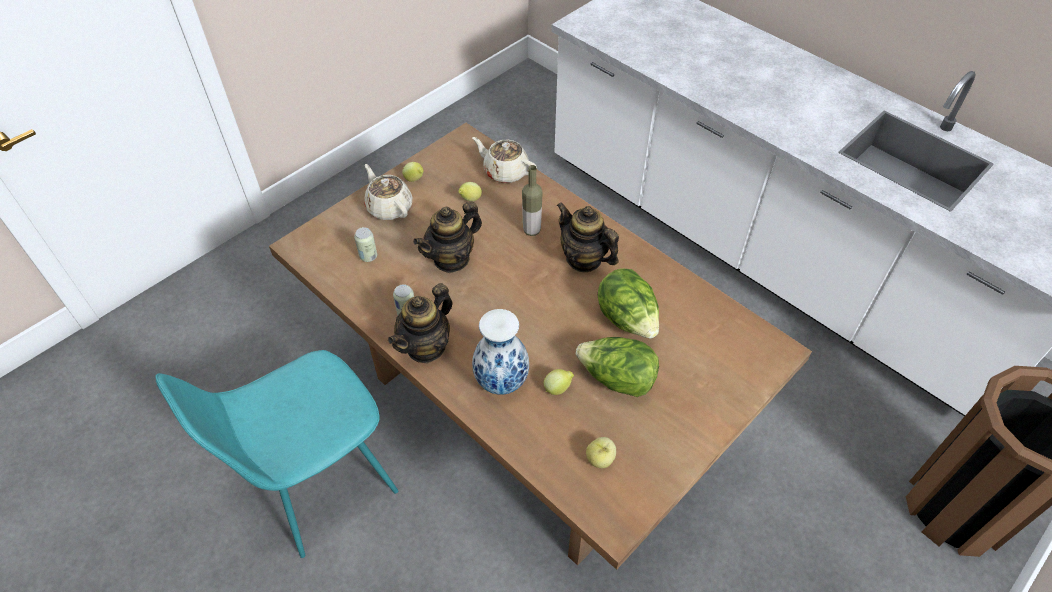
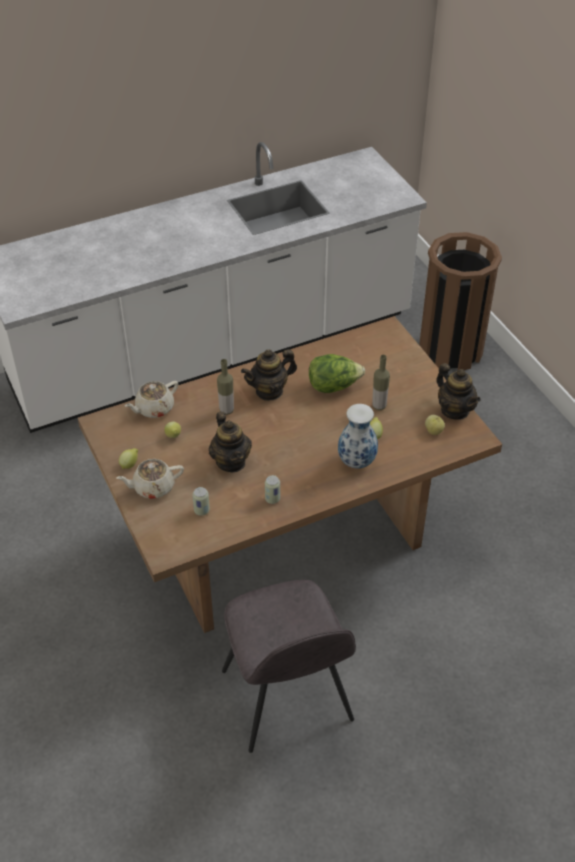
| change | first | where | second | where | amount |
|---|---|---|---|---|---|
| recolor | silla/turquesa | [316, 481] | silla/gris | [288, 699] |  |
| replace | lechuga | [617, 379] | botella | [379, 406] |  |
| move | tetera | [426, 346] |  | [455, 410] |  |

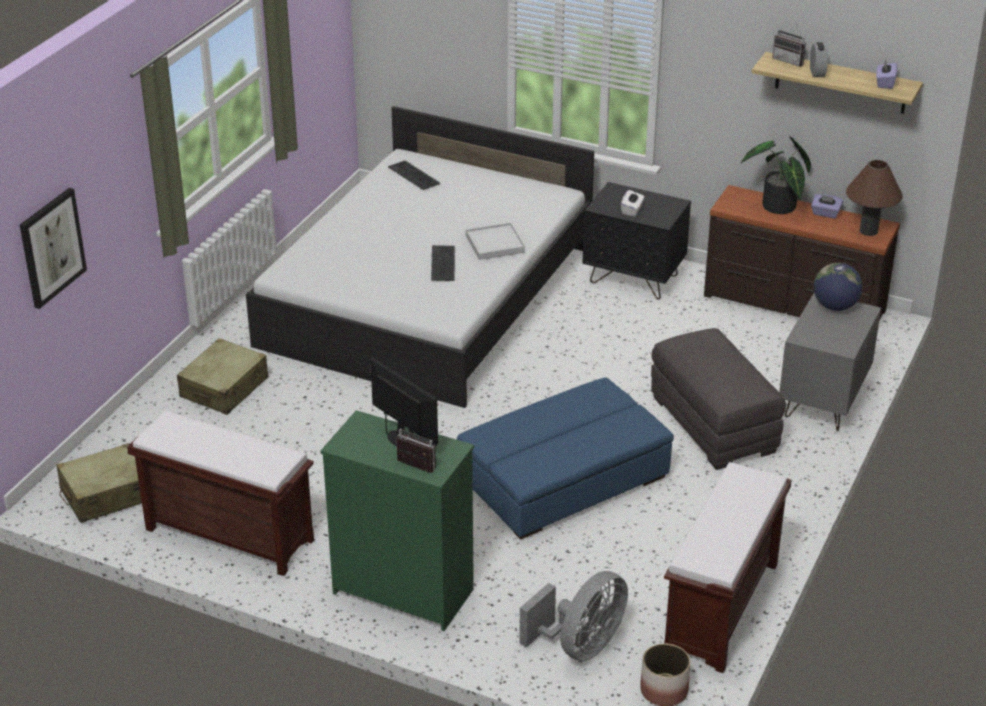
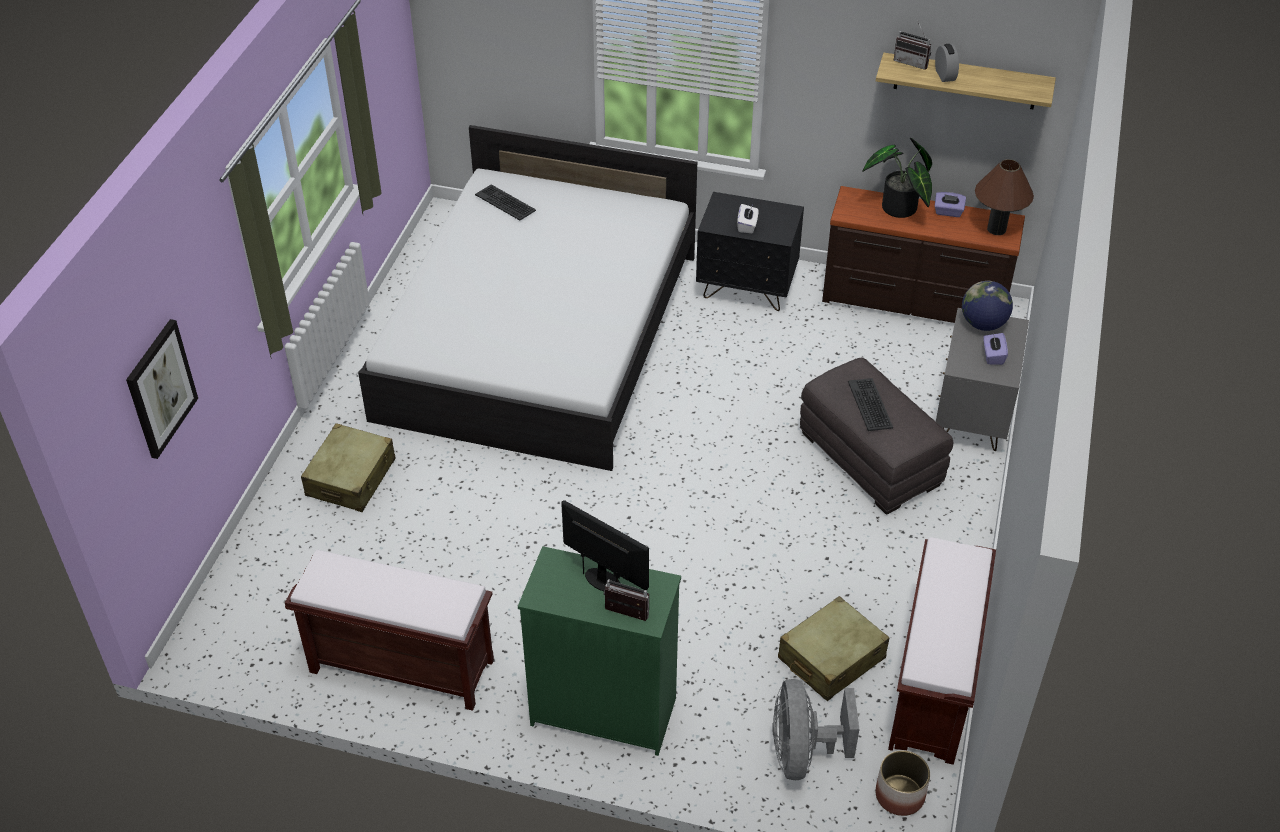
| change | first | where | second | where | amount |
|---|---|---|---|---|---|
| rotate | ventilador/gris | [580, 646] |  | [803, 753] | 150 degrees clockwise |
| move | maleta/beis | [106, 495] |  | [831, 658] |  |
| move | teclado | [443, 263] |  | [870, 405] |  |
| move | caja de pañuelos/morado | [884, 83] |  | [993, 356] |  |
| delete | puf/azul | [564, 480] |  |  |  |
| delete | bandeja/blanco | [495, 244] |  |  |  |

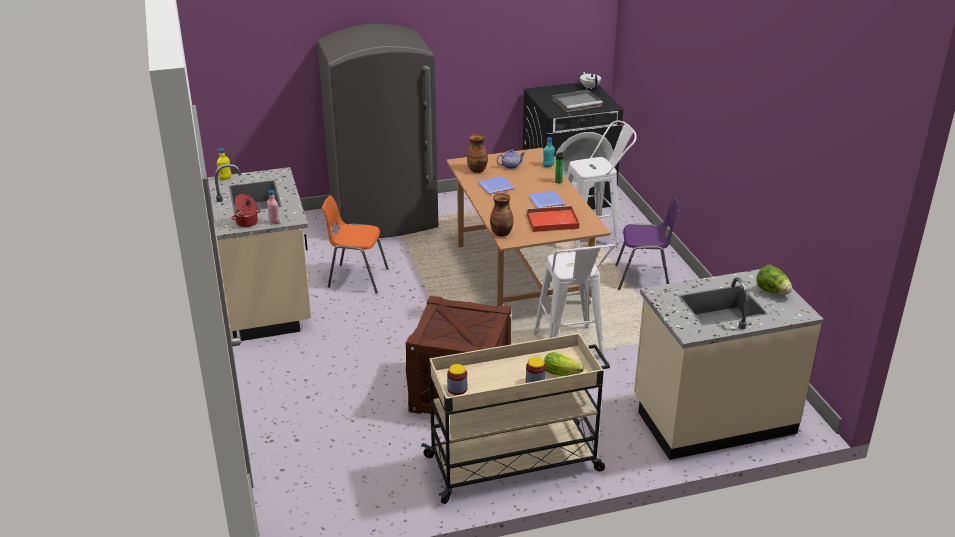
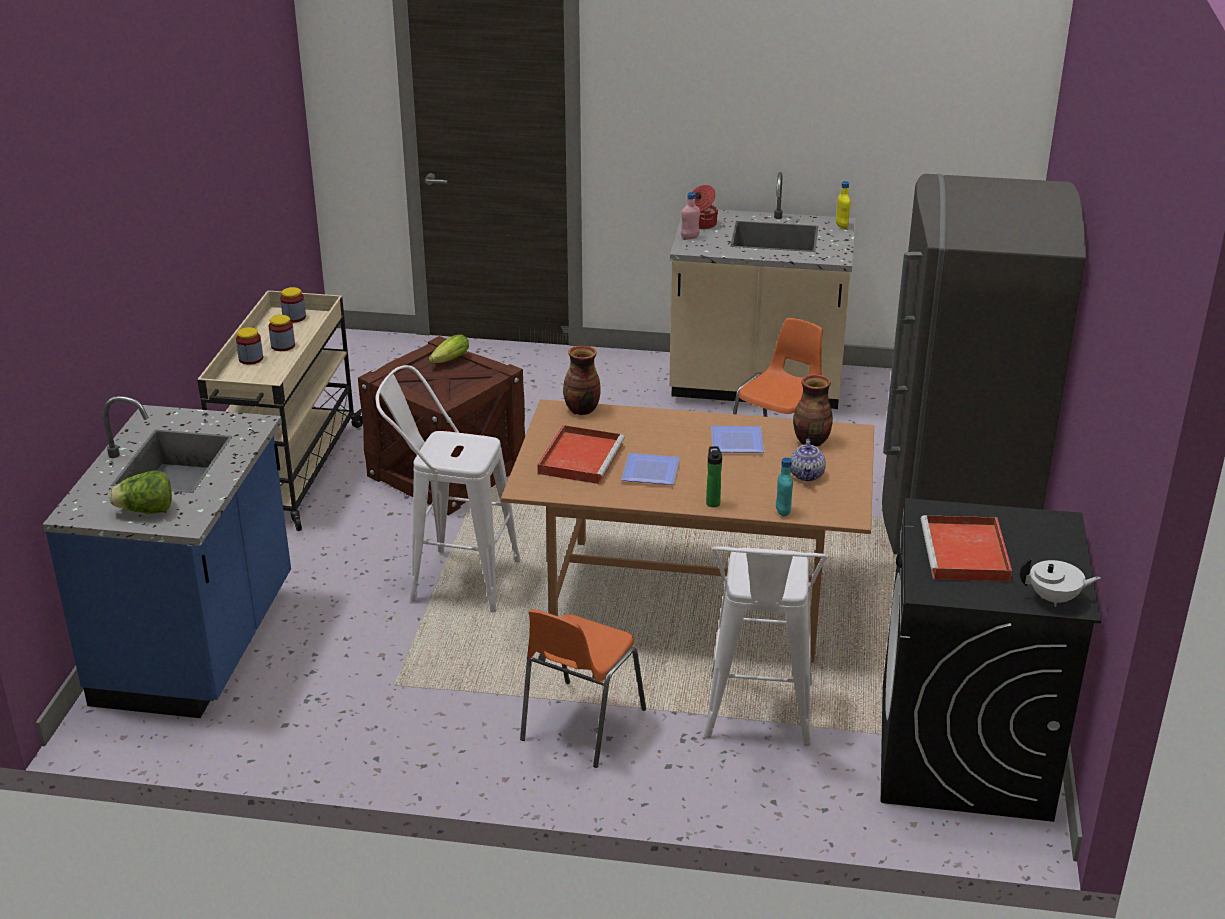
| change | first | where | second | where | amount |
|---|---|---|---|---|---|
| recolor | mueble bajo de cocina/beis | [712, 417] | mueble bajo de cocina/azul | [199, 645] |  |
| insert |  |  | tarro | [283, 346] |  |
| move | lechuga | [563, 373] |  | [448, 361] |  |
| recolor | silla/morado | [643, 278] | silla/naranja | [580, 726] |  |
| recolor | bandeja/gris | [577, 103] | bandeja/rojo | [966, 554] |  |

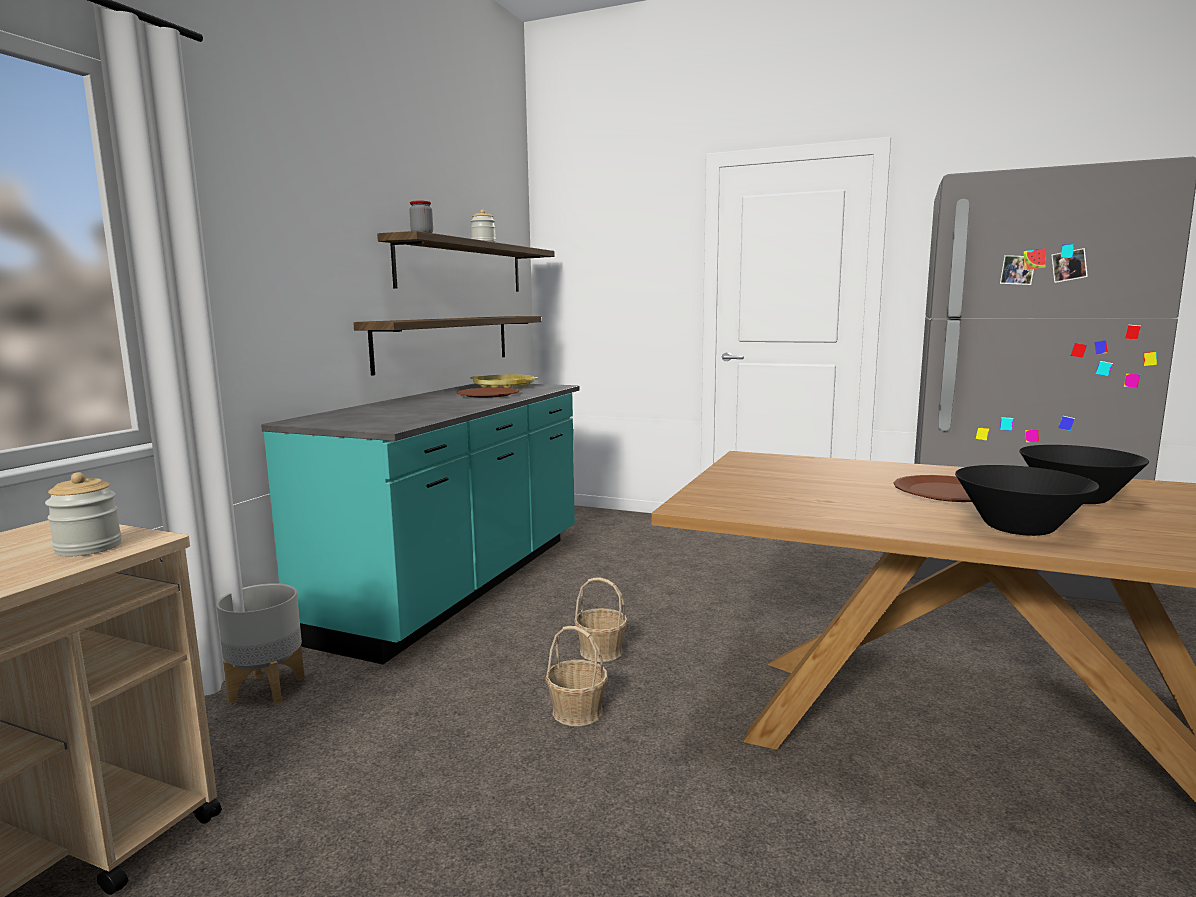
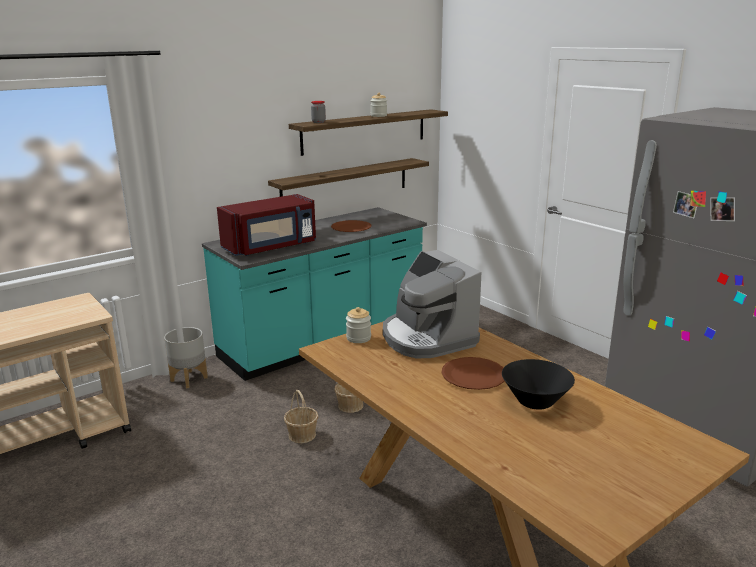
| change | first | where | second | where | amount |
|---|---|---|---|---|---|
| insert |  |  | microondas/rojo | [271, 247] |  |
| move | tarro | [88, 548] |  | [358, 338] |  |
| insert |  |  | cafetera | [427, 338] |  |
| delete | bandeja/amarillo | [504, 386] |  |  |  |
| delete | cuenco/negro | [1018, 528] |  |  |  |

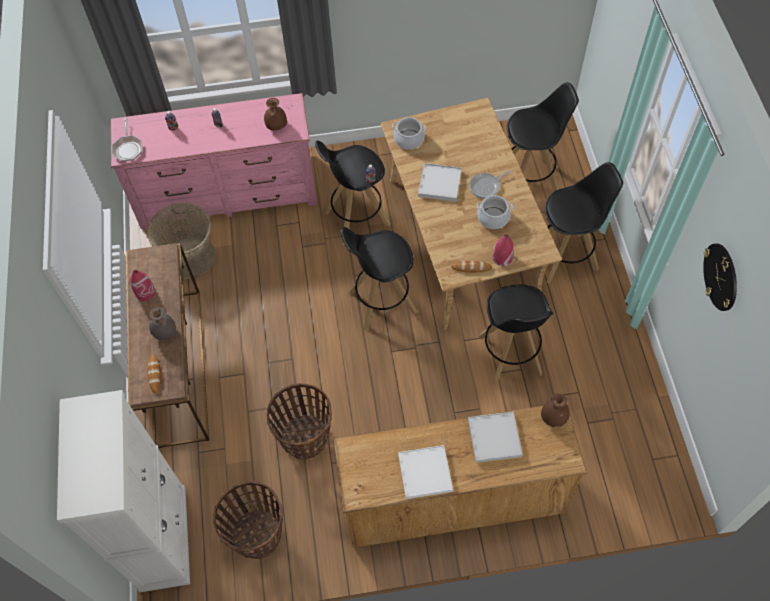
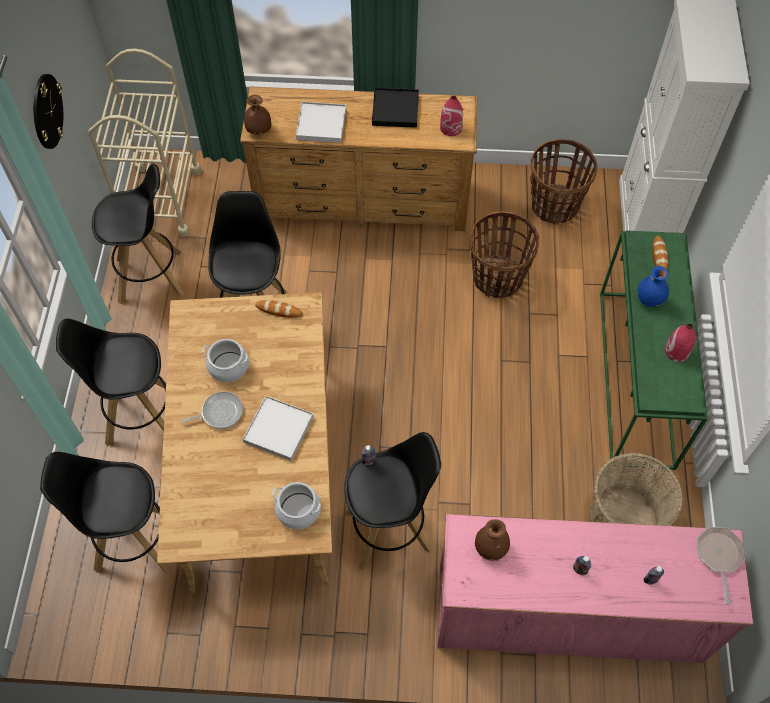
| change | first | where | second | where | amount |
|---|---|---|---|---|---|
| insert |  |  | carrito/beis | [161, 200] |  |
| move | taburete/negro | [381, 302] |  | [151, 277] |  |
| recolor | bandeja/blanco | [425, 472] | bandeja/negro | [395, 110] |  |
| move | florero/rojo | [502, 258] |  | [451, 128] |  |
| recolor | mesa consola/marrón | [176, 366] | mesa consola/verde | [637, 379] |  |
| recolor | florero/gris | [165, 333] | florero/azul | [650, 298] |  |

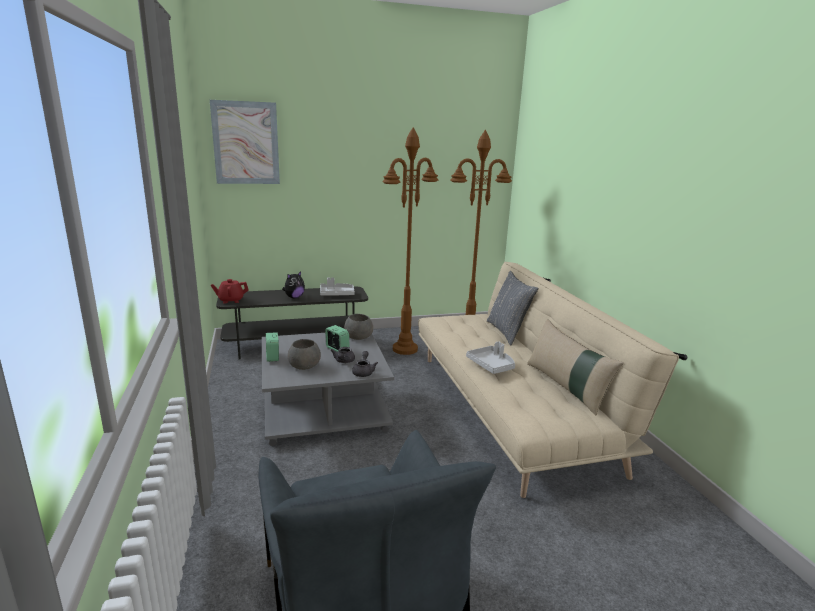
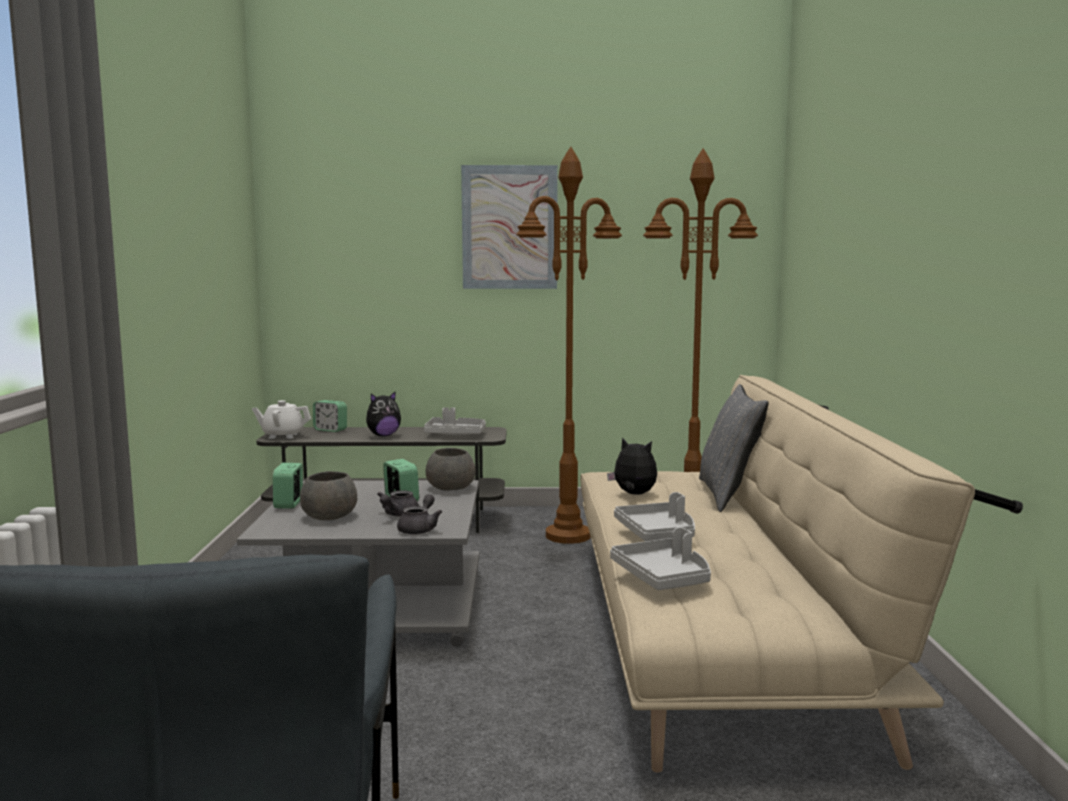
| change | first | where | second | where | amount |
|---|---|---|---|---|---|
| recolor | tetera/rojo | [231, 300] | tetera/blanco | [282, 436] |  |
| insert |  |  | despertador | [330, 430] |  |
| move | cuadro | [246, 143] |  | [509, 227] |  |
| insert |  |  | peluche | [633, 494] |  |
| insert |  |  | bandeja/gris | [663, 577] |  |
| delete | cojín/beis | [566, 387] |  |  |  |

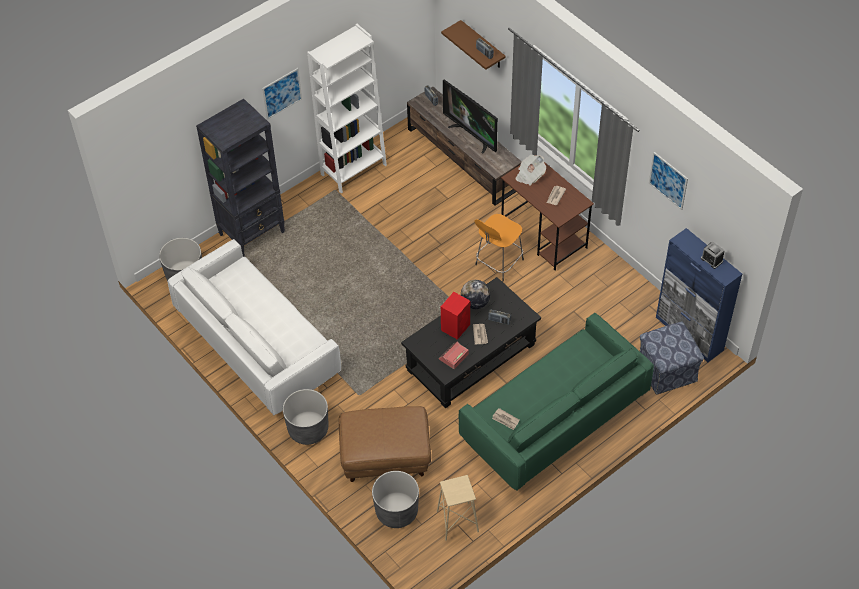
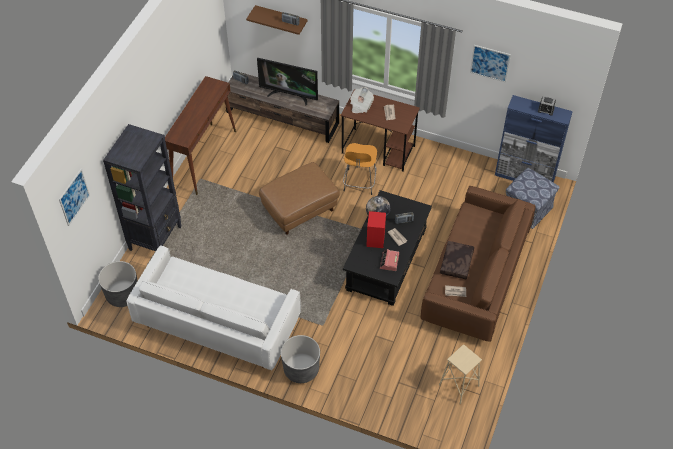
| change | first | where | second | where | amount |
|---|---|---|---|---|---|
| move | cuadro | [282, 93] |  | [74, 197] |  |
| replace | estantería/blanco | [353, 169] | mesa consola/marrón | [204, 158] |  |
| move | puf/marrón | [385, 457] |  | [299, 210] |  |
| recolor | sofá/verde | [553, 418] | sofá/marrón | [474, 278] |  |
| insert |  |  | cojín/marrón | [457, 263] |  |
| delete | maceta/gris | [396, 511] |  |  |  |

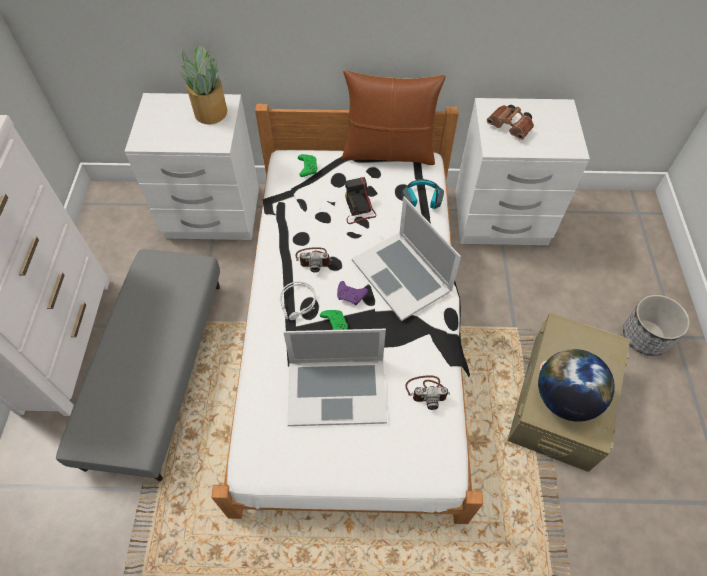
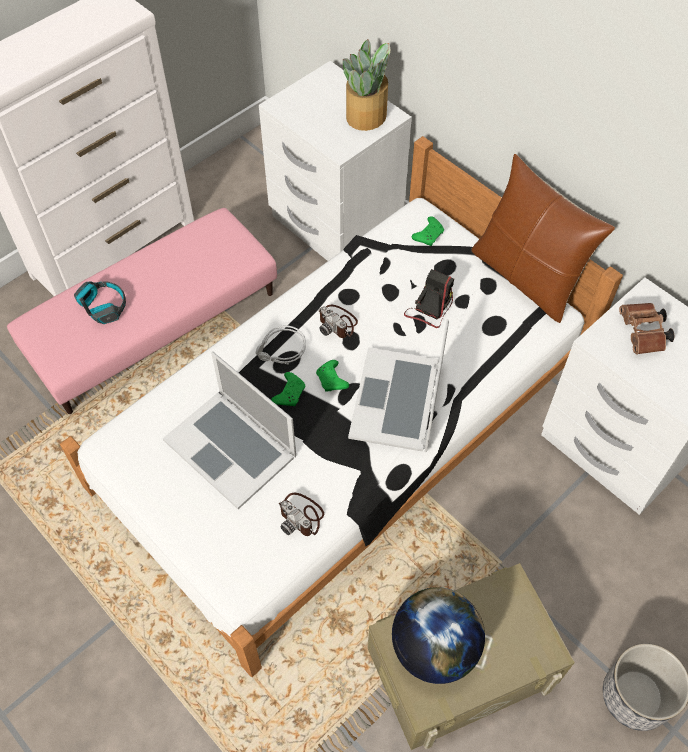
| change | first | where | second | where | amount |
|---|---|---|---|---|---|
| recolor | puf/gris | [156, 370] | puf/rosa | [153, 324] |  |
| move | auriculares | [422, 200] |  | [103, 306] |  |
| recolor | mando de consola/morado | [351, 296] | mando de consola/verde | [332, 380] |  |

